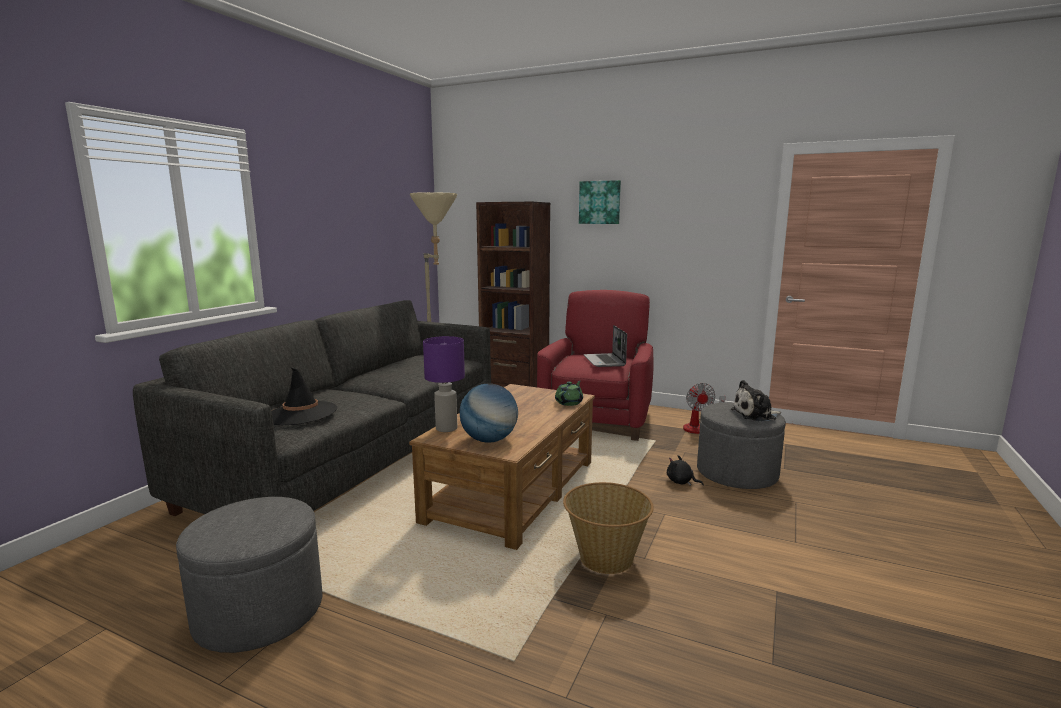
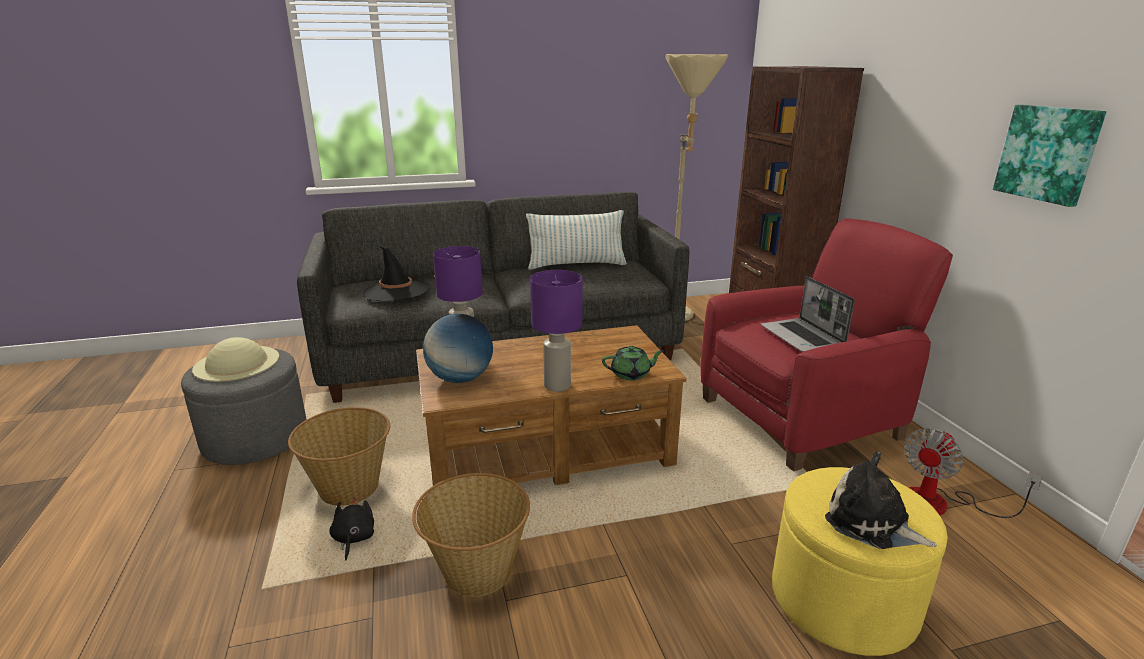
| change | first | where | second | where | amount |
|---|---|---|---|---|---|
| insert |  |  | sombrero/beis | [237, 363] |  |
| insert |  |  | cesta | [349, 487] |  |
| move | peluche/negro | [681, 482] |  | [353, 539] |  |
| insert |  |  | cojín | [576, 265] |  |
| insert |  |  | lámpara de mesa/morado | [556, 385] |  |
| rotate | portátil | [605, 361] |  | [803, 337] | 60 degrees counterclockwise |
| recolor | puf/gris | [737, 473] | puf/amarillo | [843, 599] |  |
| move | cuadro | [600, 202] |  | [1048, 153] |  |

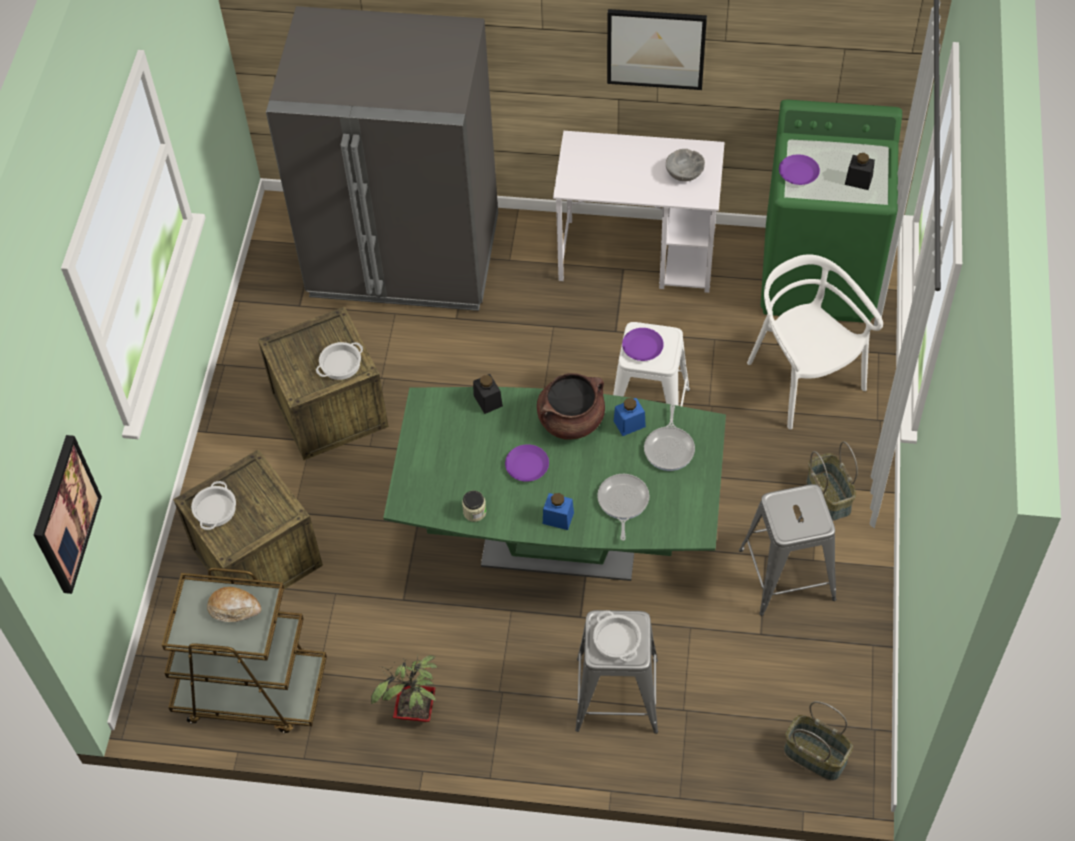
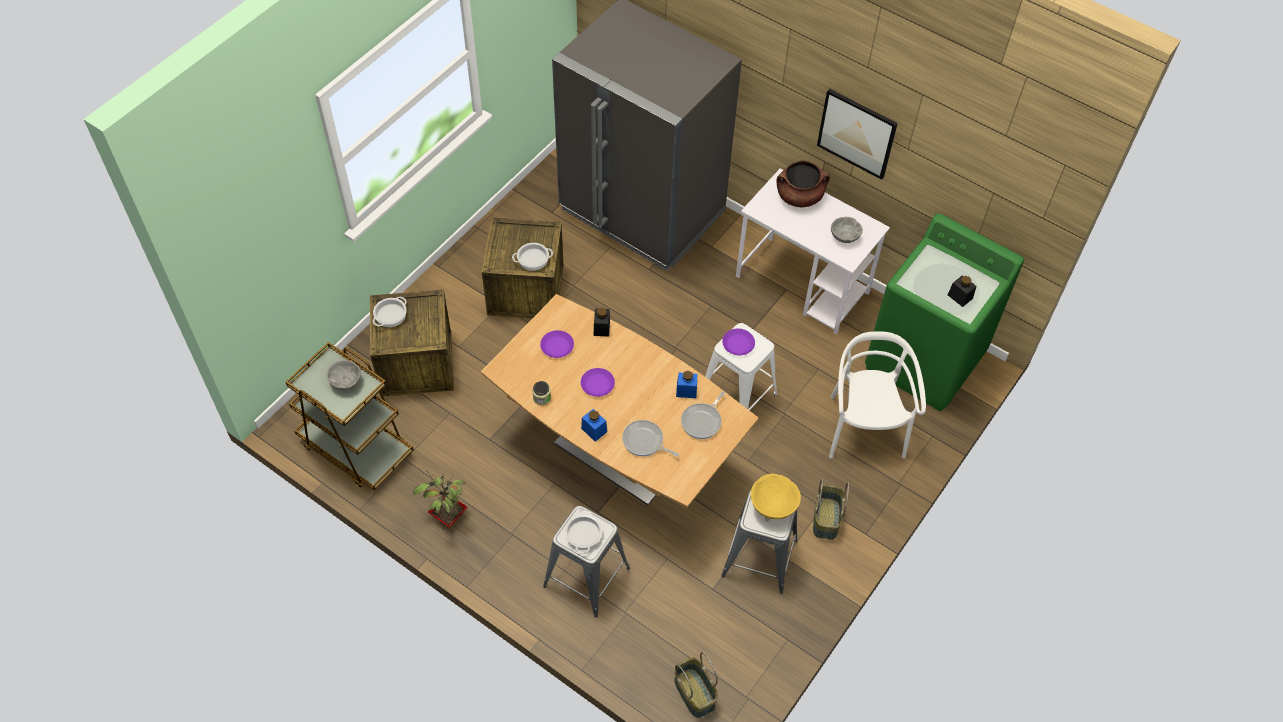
| change | first | where | second | where | amount |
|---|---|---|---|---|---|
| replace | pan | [234, 608] | cuenco/gris | [346, 382] |  |
| recolor | mesa de comedor/verde | [560, 542] | mesa de comedor/marrón | [617, 454] |  |
| move | plato/morado | [798, 173] |  | [557, 346] |  |
| rotate | sartén | [622, 502] |  | [645, 442] | 90 degrees counterclockwise |
| insert |  |  | cuenco/amarillo | [773, 507] |  |
| move | olla/marrón | [571, 420] |  | [799, 196] |  |
| delete | cuadro | [64, 514] |  |  |  |

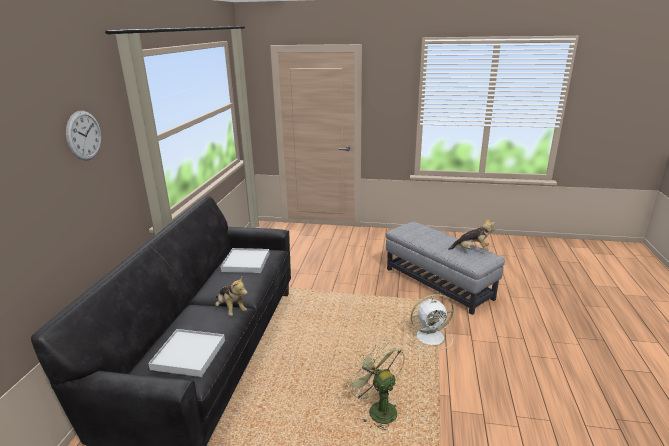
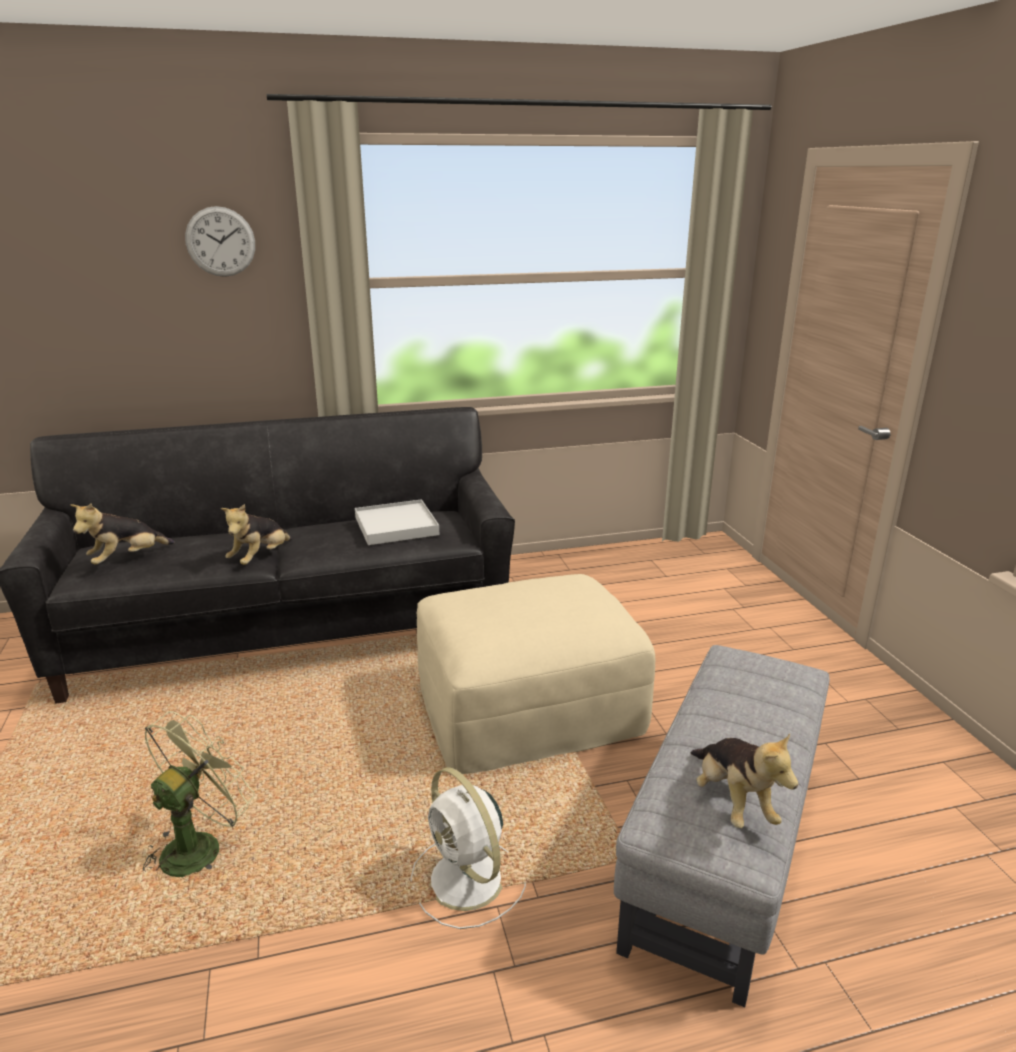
| change | first | where | second | where | amount |
|---|---|---|---|---|---|
| replace | bandeja/blanco | [189, 354] | peluche | [127, 559] |  |
| insert |  |  | puf/beis | [528, 705] |  |

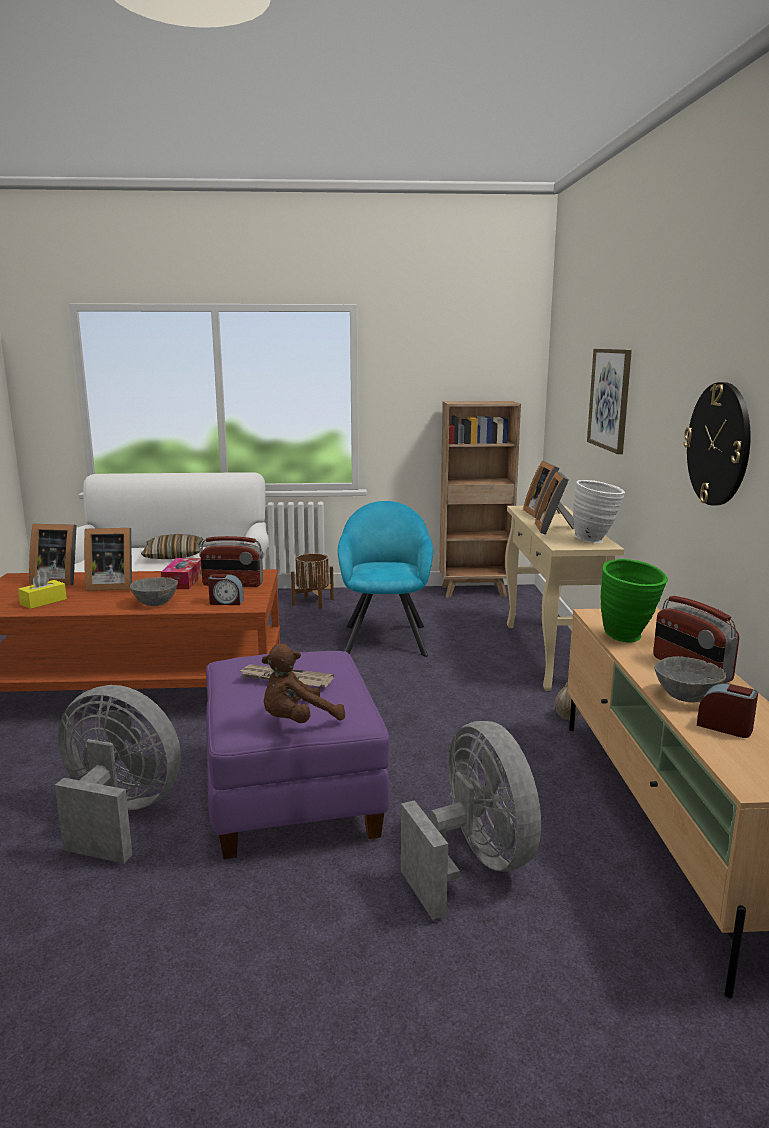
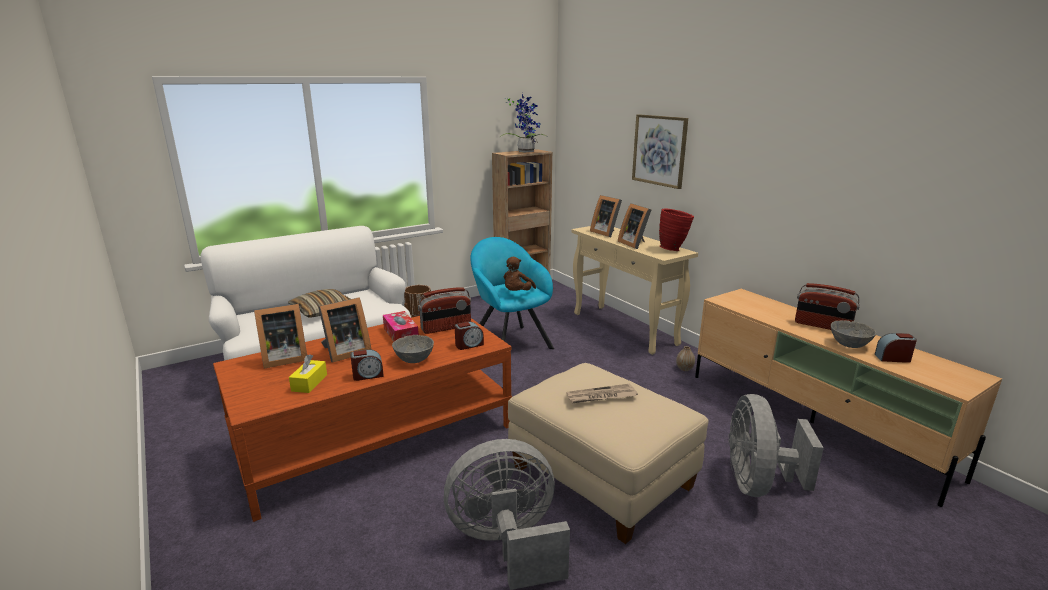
| change | first | where | second | where | amount |
|---|---|---|---|---|---|
| insert |  |  | despertador | [368, 375] |  |
| insert |  |  | planta en maceta | [525, 151] |  |
| move | peluche/marrón | [297, 722] |  | [517, 293] |  |
| recolor | puf/morado | [290, 793] | puf/beis | [600, 478] |  |
| recolor | florero/blanco | [596, 541] | florero/rojo | [674, 249] |  |
| rotate | ventilador/gris | [474, 865] |  | [758, 483] | 120 degrees counterclockwise |
| delete | florero/verde | [628, 639] |  |  |  |
| delete | reloj de pared | [719, 444] |  |  |  |

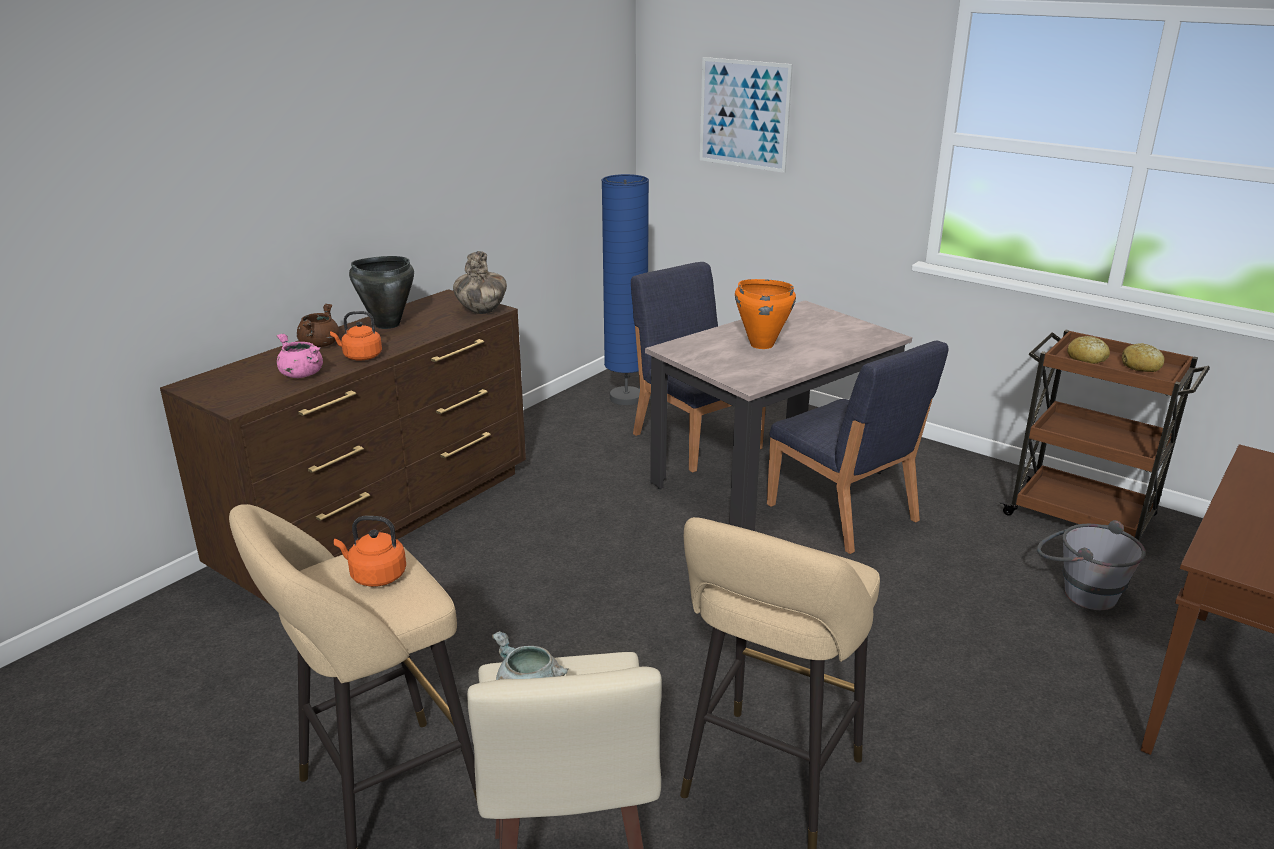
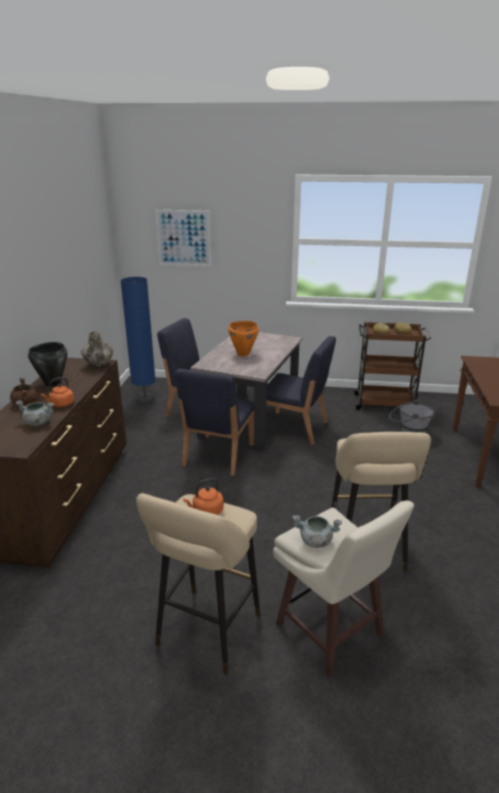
| change | first | where | second | where | amount |
|---|---|---|---|---|---|
| recolor | olla/rosa | [301, 374] | olla/gris | [37, 422] |  |
| insert |  |  | silla/azul | [218, 455] |  |

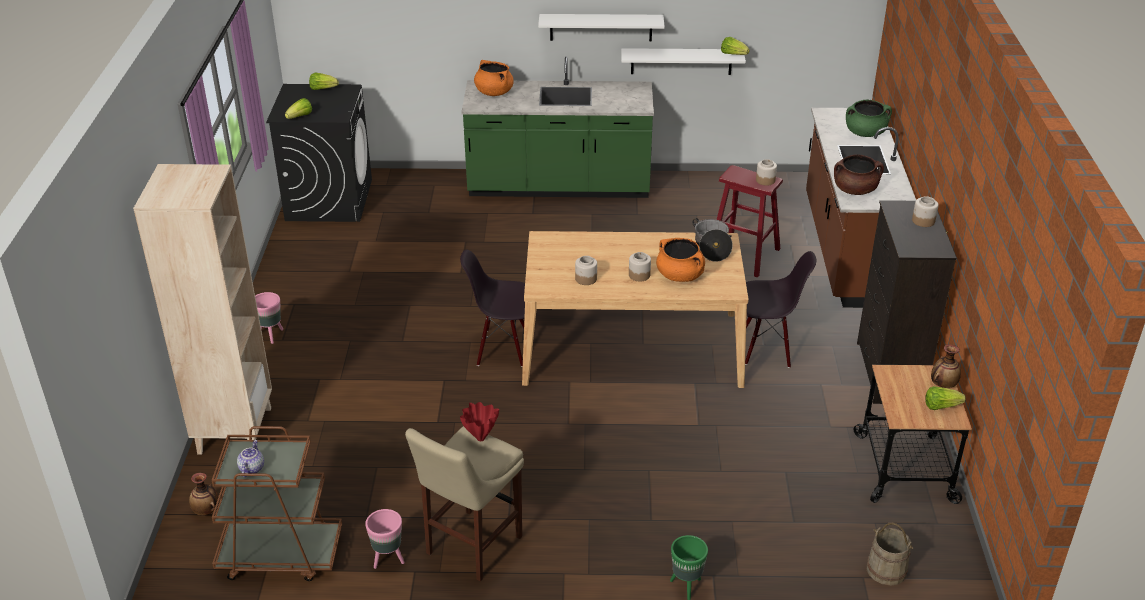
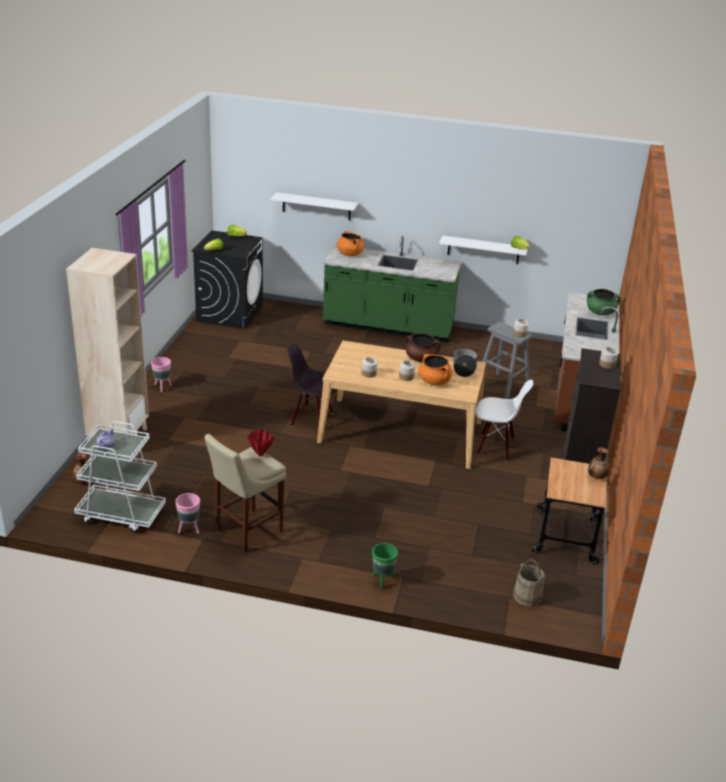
| change | first | where | second | where | amount |
|---|---|---|---|---|---|
| recolor | carrito/marrón | [280, 555] | carrito/blanco | [121, 514] |  |
| move | estante/blanco | [601, 27] |  | [316, 206] |  |
| move | olla/marrón | [855, 190] |  | [421, 359] |  |
| recolor | silla/negro | [766, 348] | silla/blanco | [495, 447] |  |
| recolor | taburete/rojo | [743, 255] | taburete/gris | [502, 388] |  |
| delete | lechuga | [941, 406] |  |  |  |

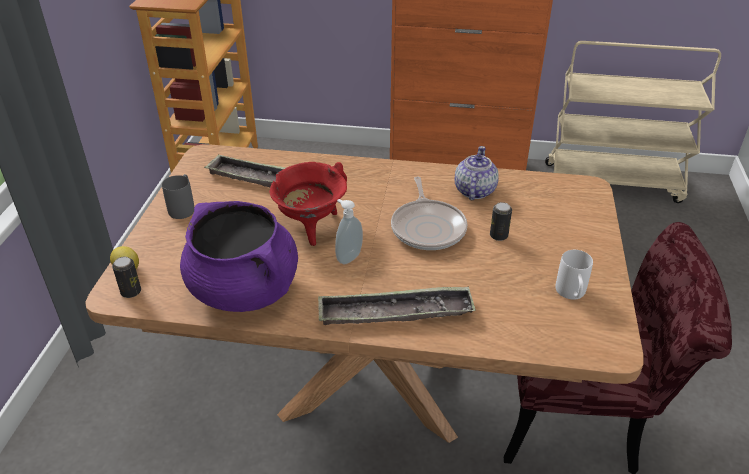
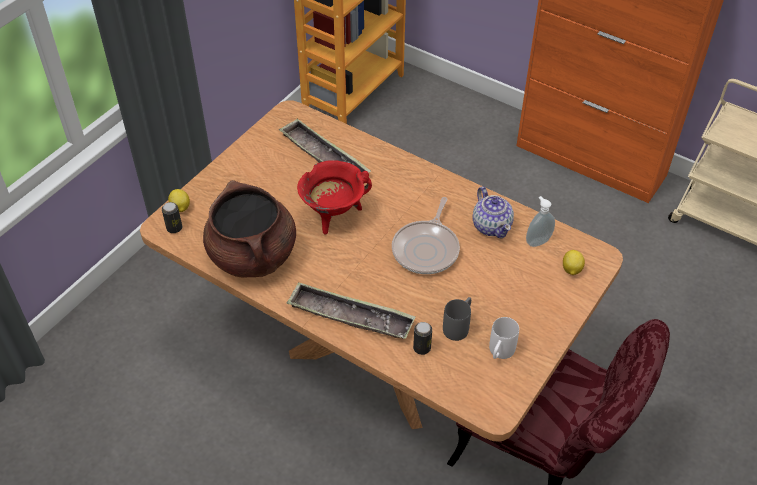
| change | first | where | second | where | amount |
|---|---|---|---|---|---|
| recolor | olla/morado | [245, 290] | olla/marrón | [253, 256] |  |
| move | lata | [498, 236] |  | [422, 348] |  |
| move | taza grande/gris | [184, 207] |  | [458, 326] |  |
| rotate | tetera | [474, 191] |  | [491, 226] | 120 degrees clockwise |
| move | dispensador de jabón | [348, 257] |  | [537, 241] |  |
| insert |  |  | limón | [571, 270] |  |

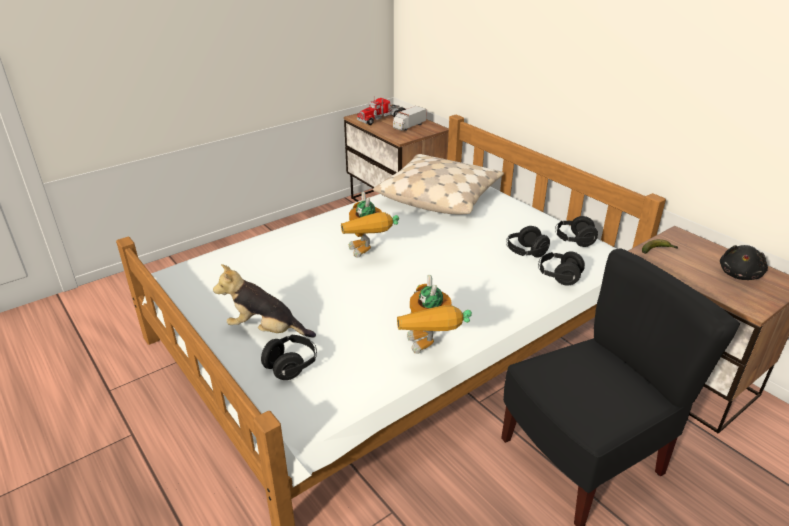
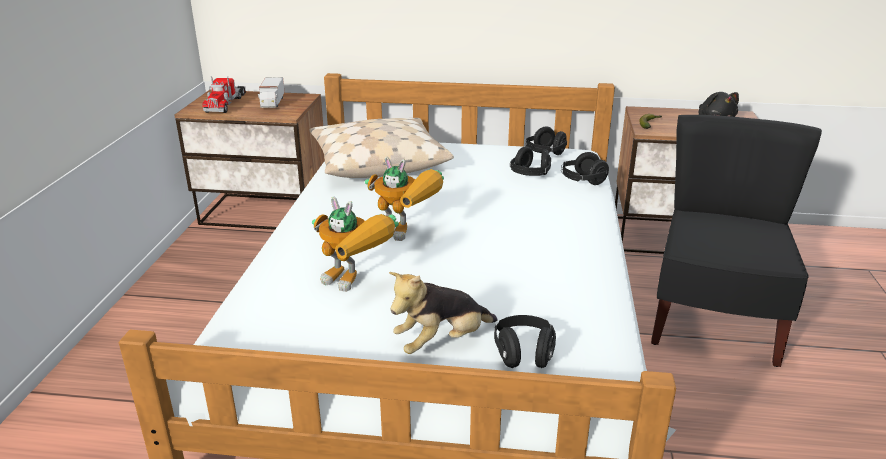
| change | first | where | second | where | amount |
|---|---|---|---|---|---|
| move | robot de juguete | [429, 350] |  | [356, 283] |  |

